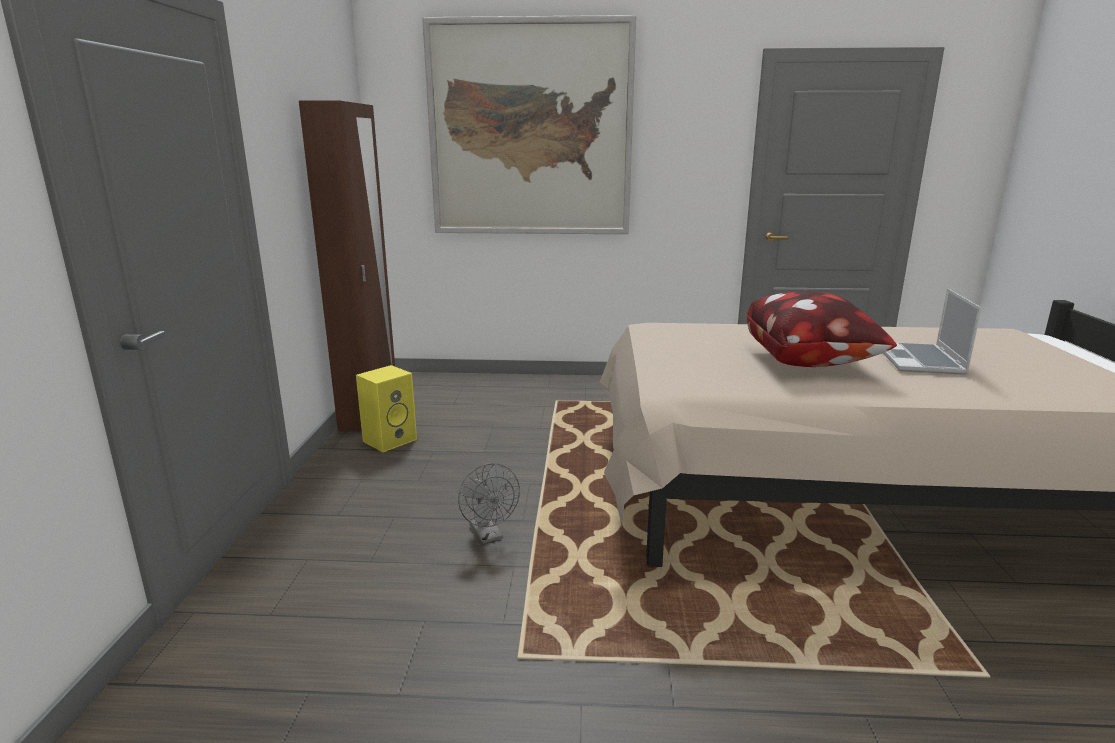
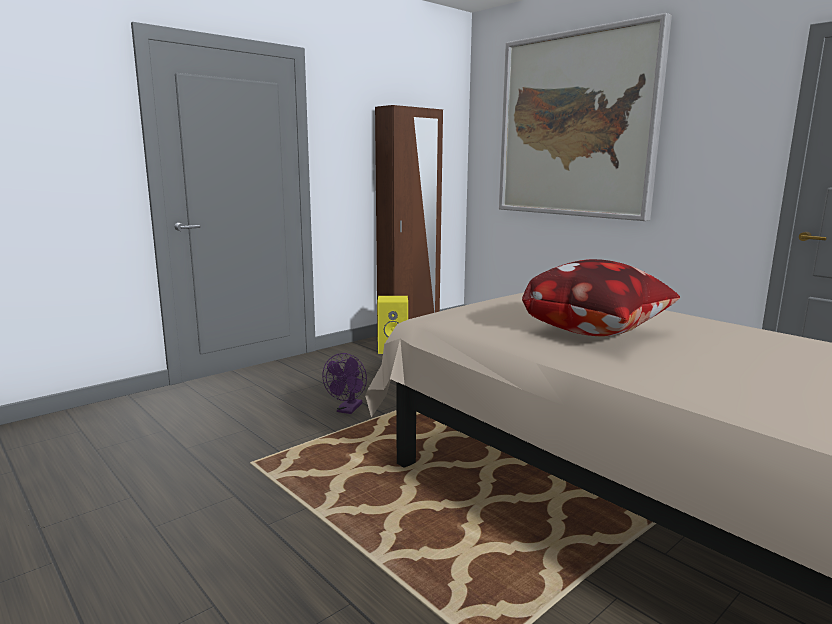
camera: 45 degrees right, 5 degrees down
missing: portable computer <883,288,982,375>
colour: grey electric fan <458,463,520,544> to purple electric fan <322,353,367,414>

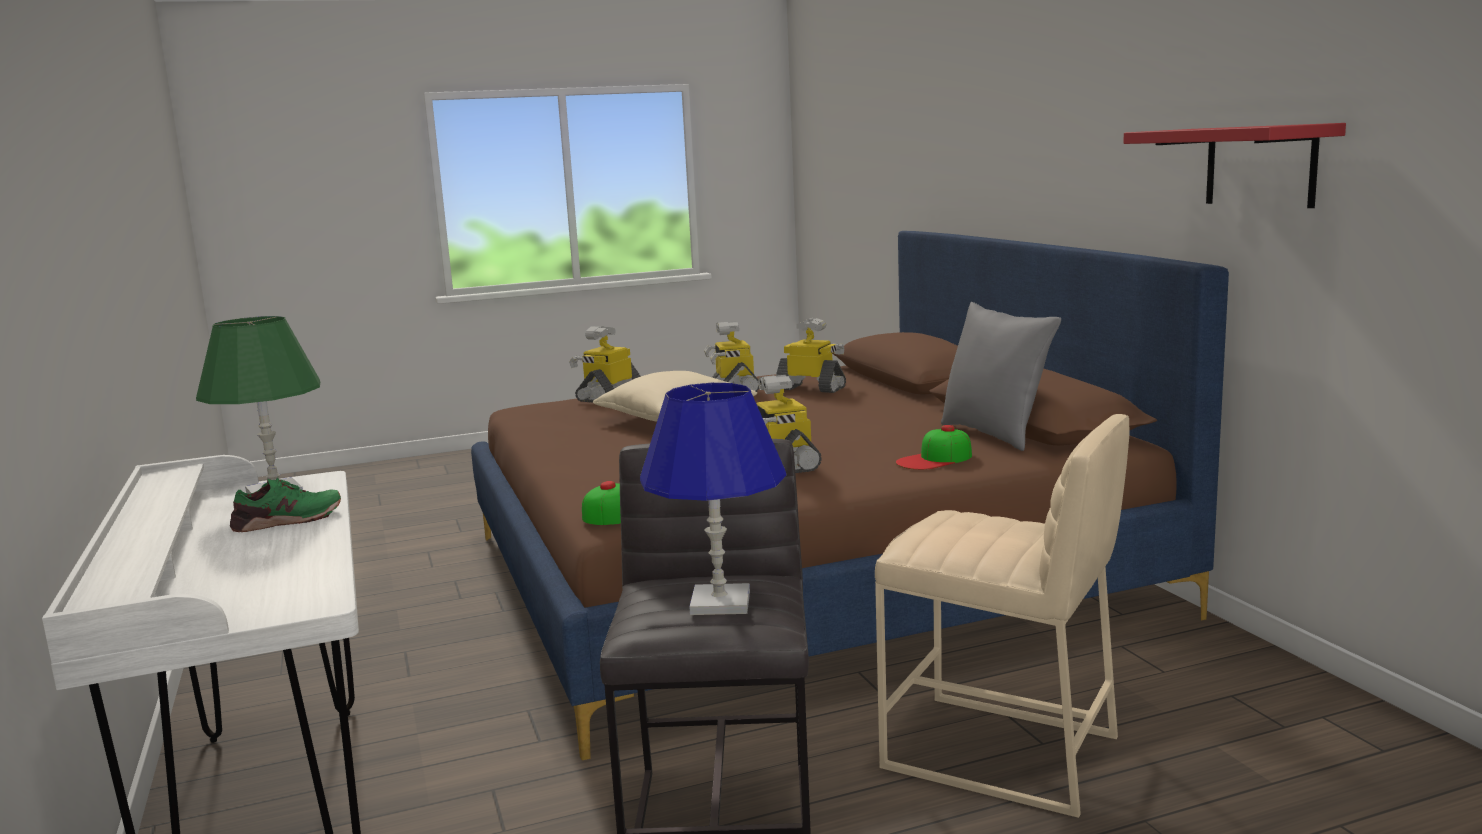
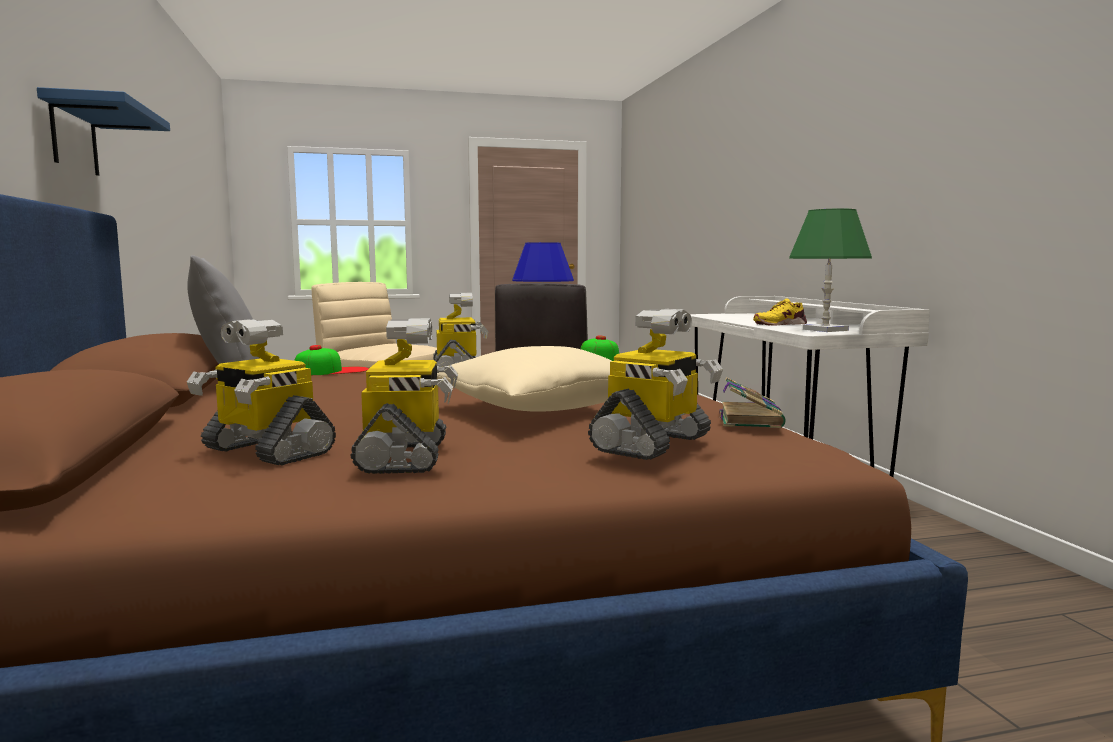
camera: 175 degrees left, 5 degrees down
appeared: book <719,377,786,428>
colour: greenish shoe <230,478,341,532> to yellowish shoe <753,298,807,326>; reddish wall shelf <1123,123,1346,208> to blue wall shelf <37,87,170,176>

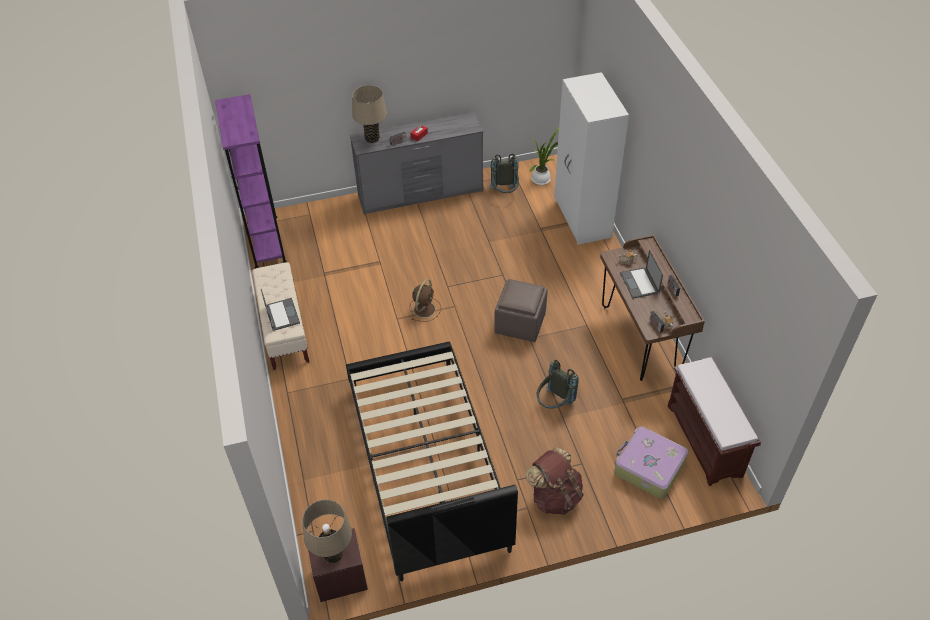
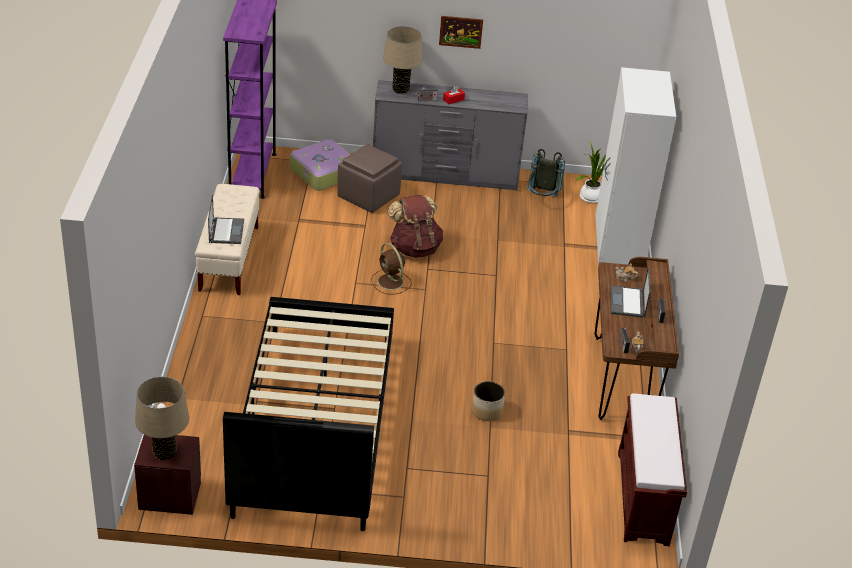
camera: 15 degrees right, 10 degrees down
appeared: picture <439,16,483,49>
relocated: brownish ottoman <494,279,548,342> to <337,144,402,213>; brownish rucksack <526,447,584,515> to <388,195,443,258>; piece of luggage <614,427,688,498> to <290,139,351,191>
exchanged: grey rucksack <537,360,579,408> to flower pot <472,381,505,421>
spun: brownish electric fan <409,279,441,322> = <371,243,412,294> 105 degrees clockwise

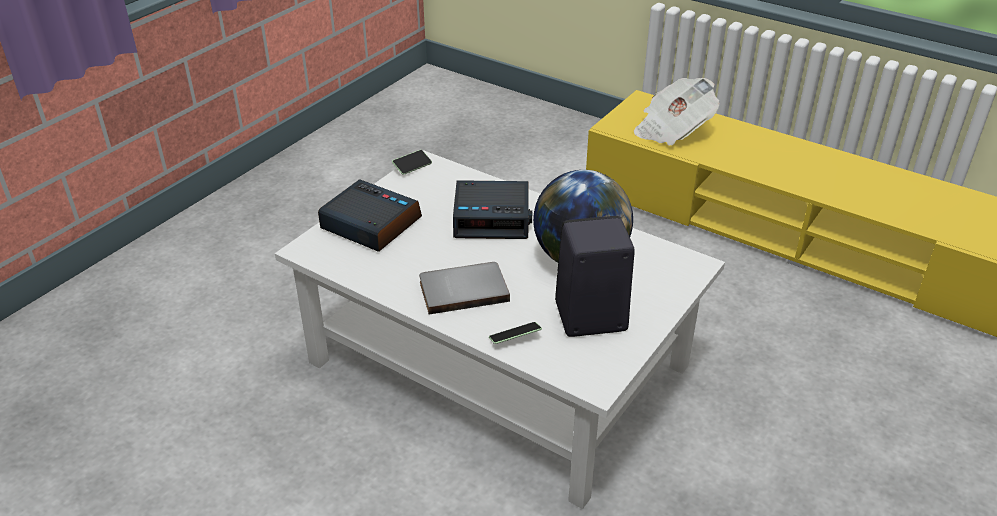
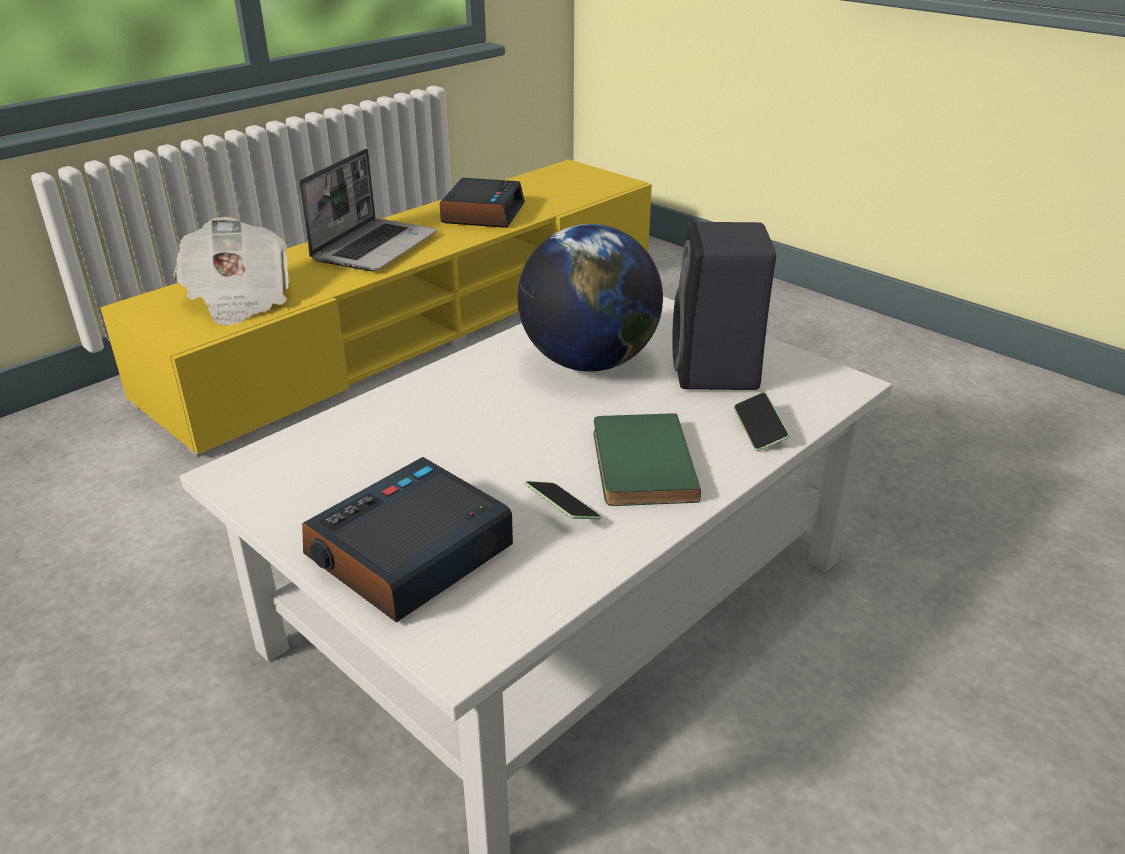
camera: 80 degrees left, 5 degrees down
appeared: portable computer <299,149,437,271>
relocated: telephone <392,150,432,175> to <525,481,601,519>; table clock <453,180,532,239> to <439,178,525,228>
colour: grey book <419,262,510,314> to greenish book <594,413,701,506>

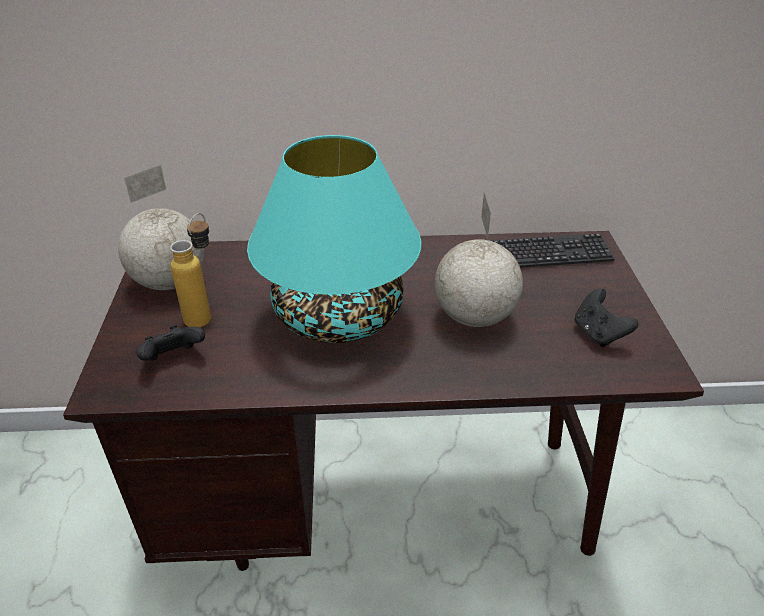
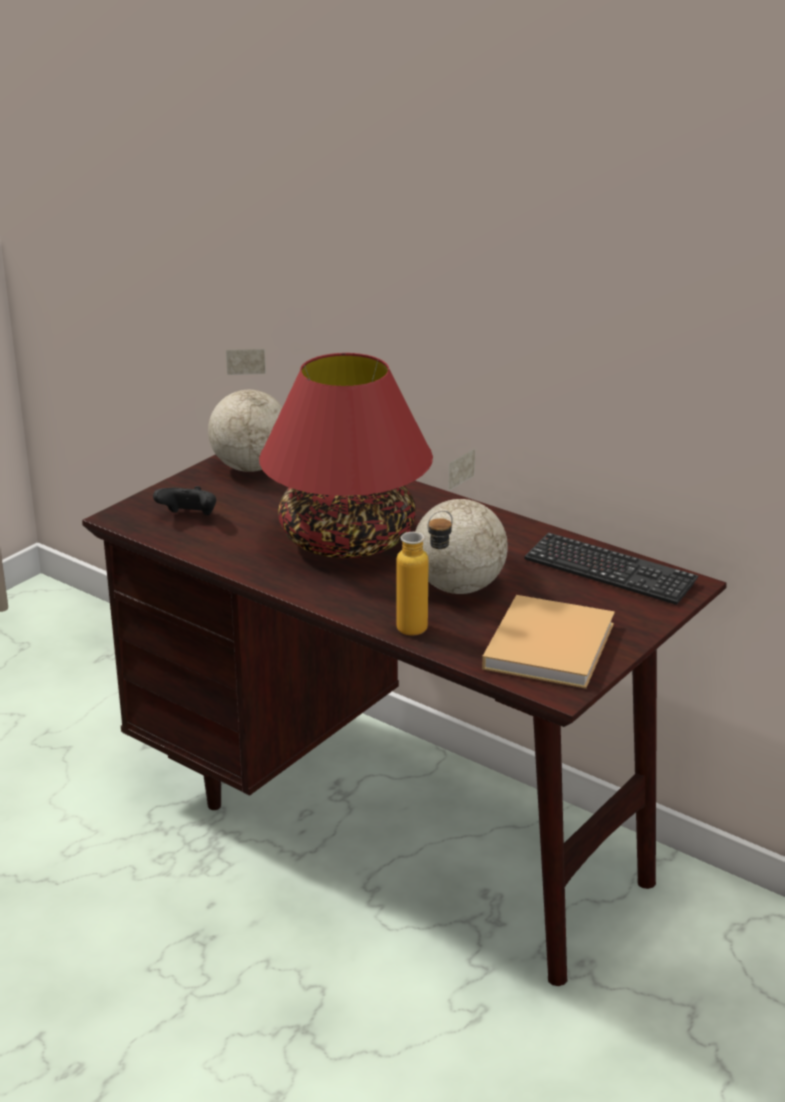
camera: 40 degrees right, 10 degrees down
relocated: drink bottle <170,213,211,328> to <396,510,453,636>
exchanged: black-coloured joypad <574,288,639,347> to beige-coloured book <482,595,615,689>
colour: blue-green table lamp <247,135,421,343> to reddish table lamp <259,353,433,558>

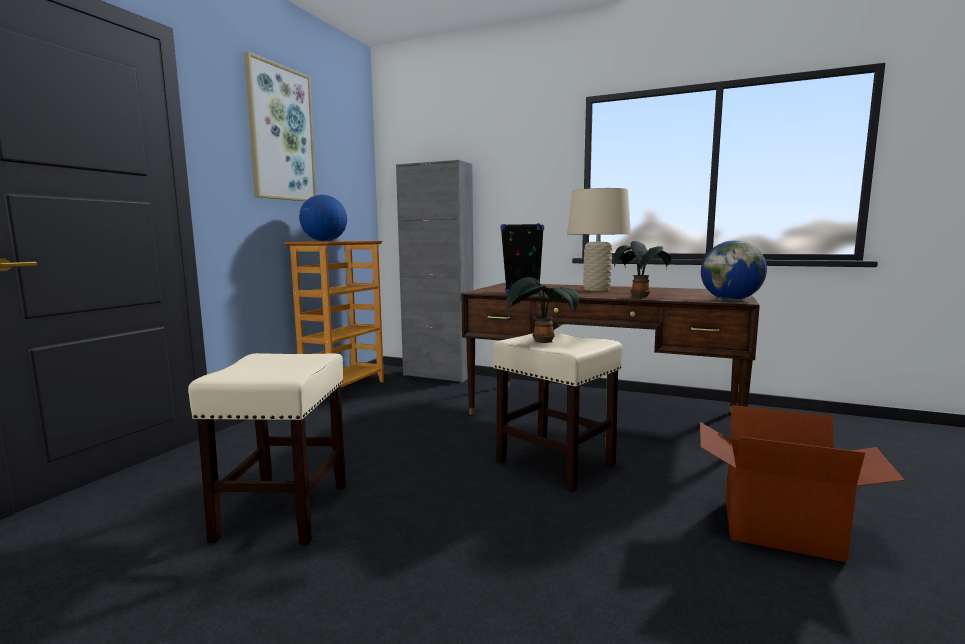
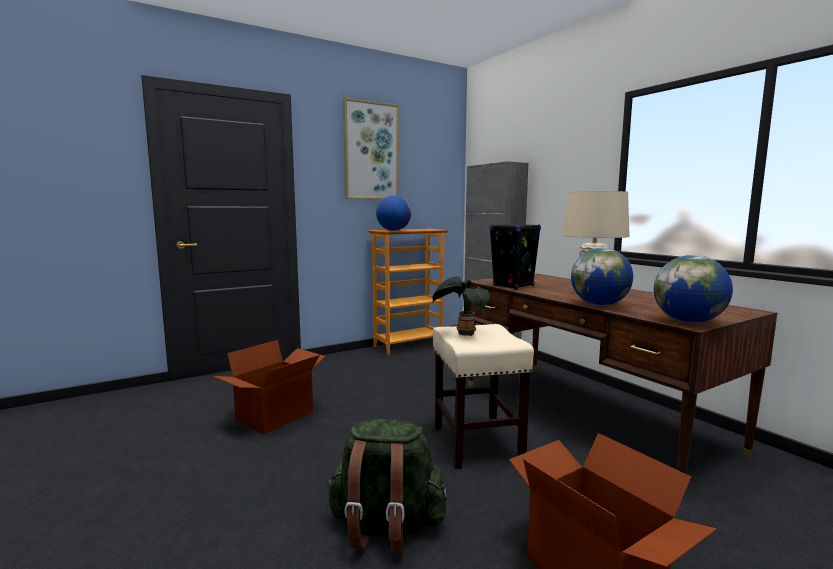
camera: 35 degrees right, 0 degrees up
appeared: greenish rucksack <327,419,447,552>
exchanged: beige-coloured stool <188,353,346,545> to carton <213,340,325,434>; potted plant <614,241,671,297> to desk globe <571,248,633,306>

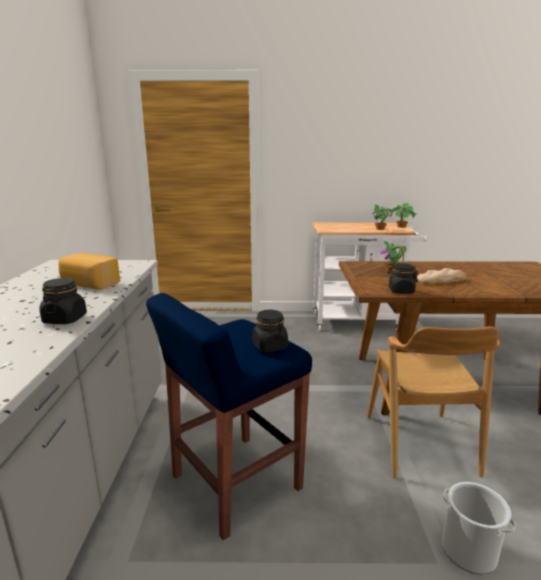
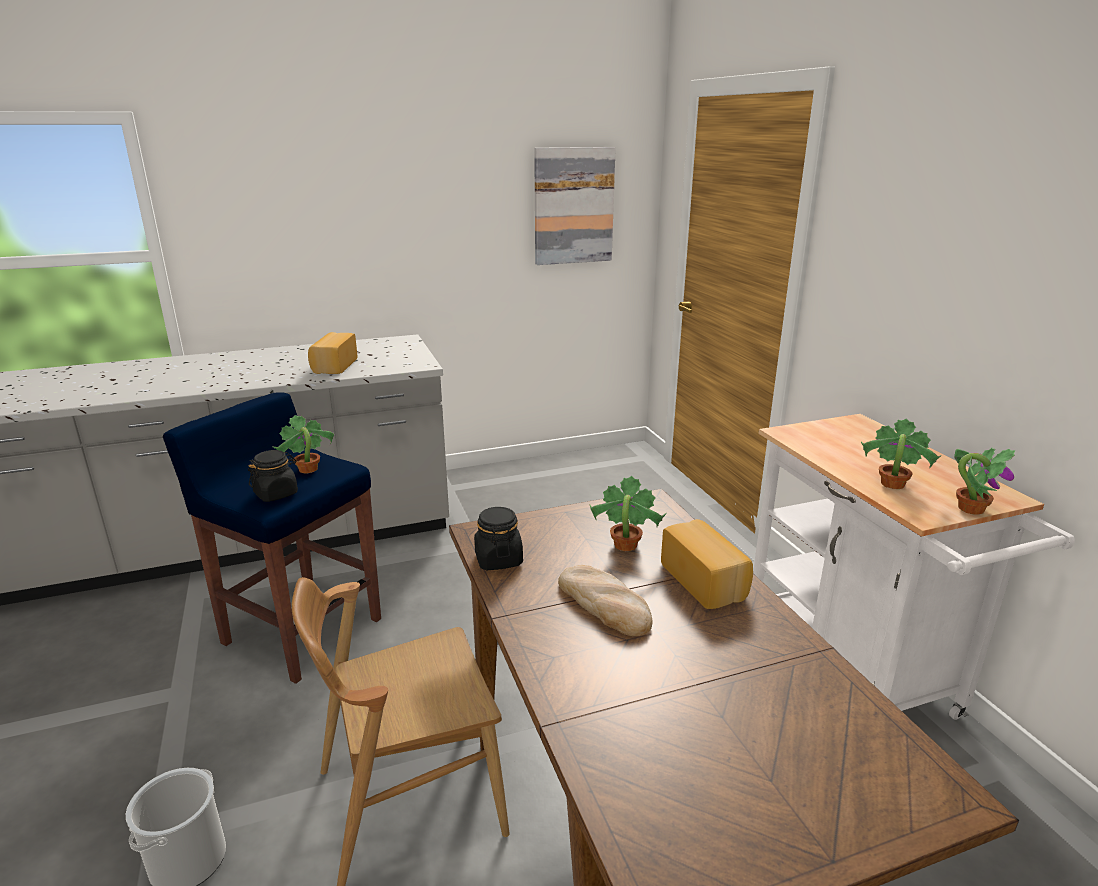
camera: 70 degrees right, 5 degrees up
missing: black-coloured storage jar <39,278,87,324>
appeared: potted plant <273,415,334,474>; picture <534,147,616,265>; bakery bread <661,519,753,609>

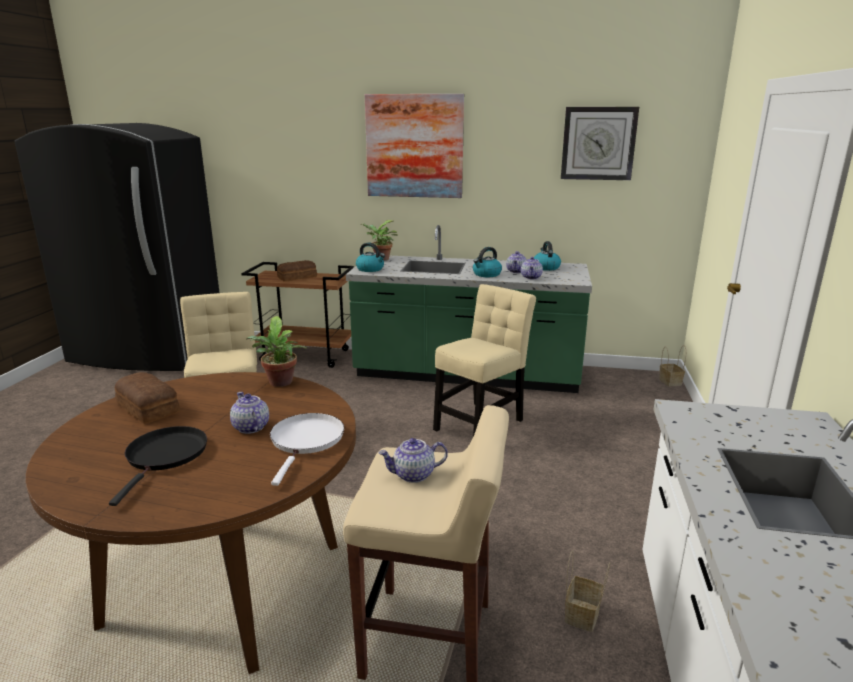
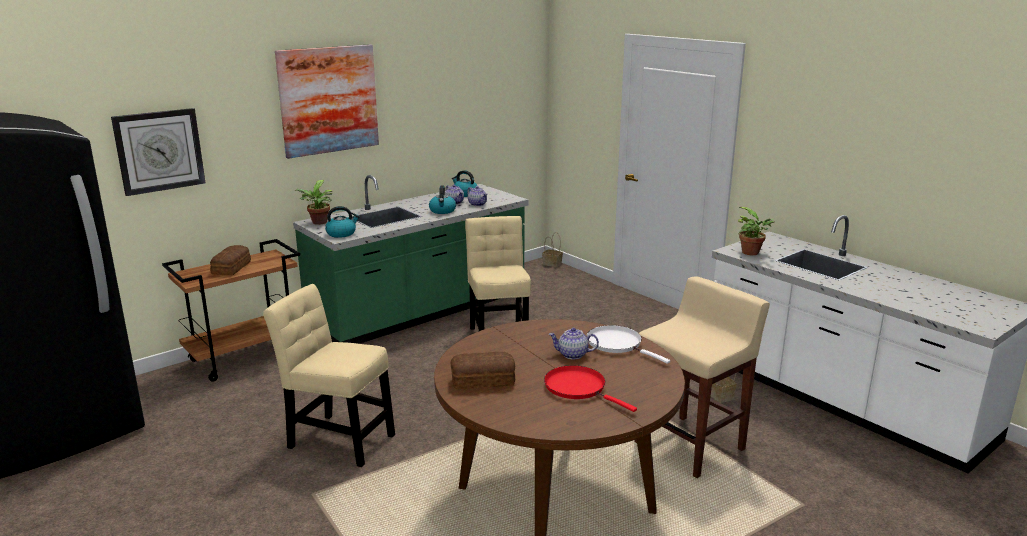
camera: 50 degrees left, 0 degrees up
missing: pot for tea <379,438,448,483>
relocated: potted plant <246,316,306,387> to <738,207,775,255>; hanging clock <561,107,639,180> to <111,108,205,196>
colour: black-coloured skillet <109,426,207,506> to reddish skillet <544,365,637,412>

